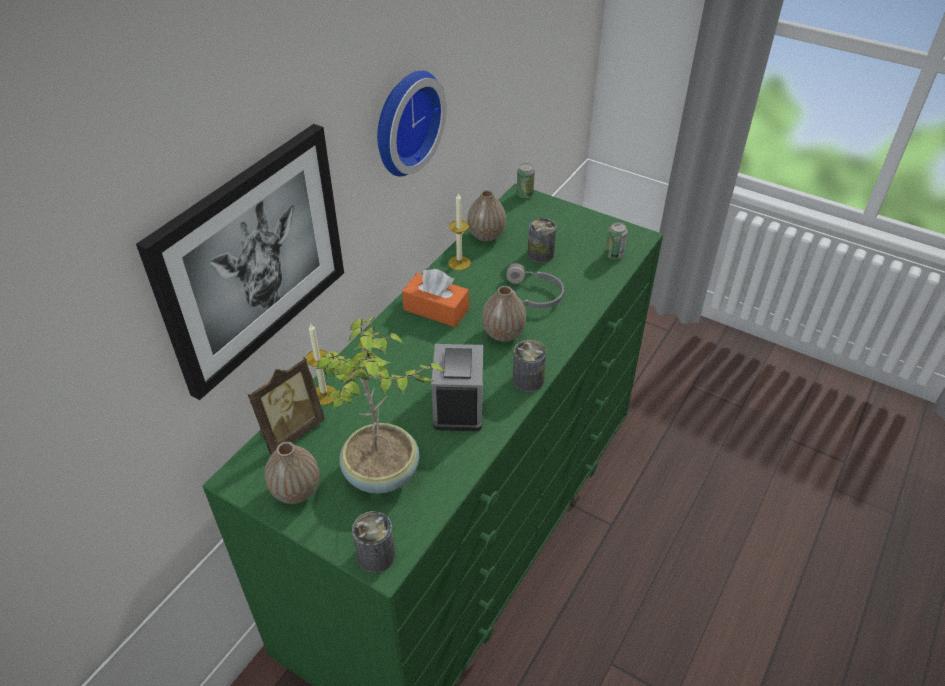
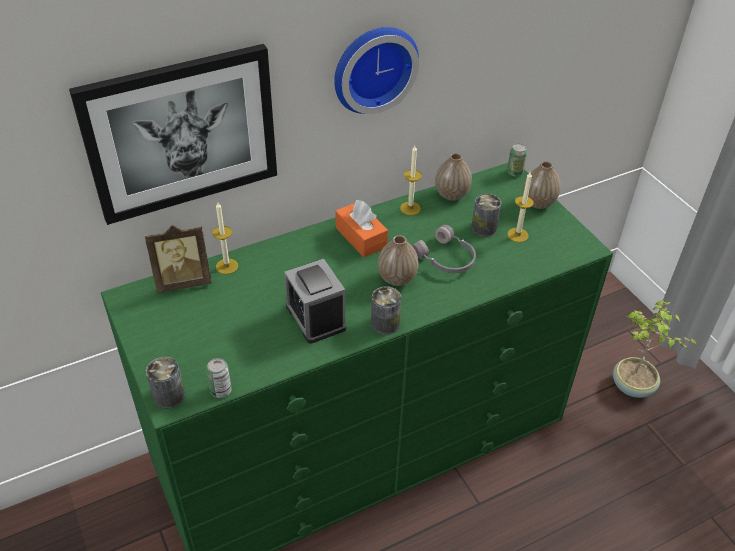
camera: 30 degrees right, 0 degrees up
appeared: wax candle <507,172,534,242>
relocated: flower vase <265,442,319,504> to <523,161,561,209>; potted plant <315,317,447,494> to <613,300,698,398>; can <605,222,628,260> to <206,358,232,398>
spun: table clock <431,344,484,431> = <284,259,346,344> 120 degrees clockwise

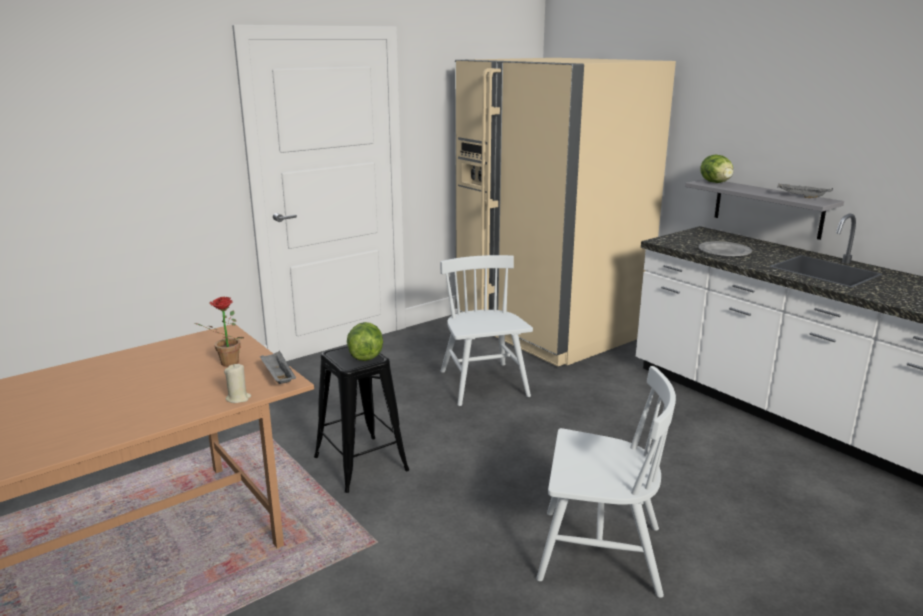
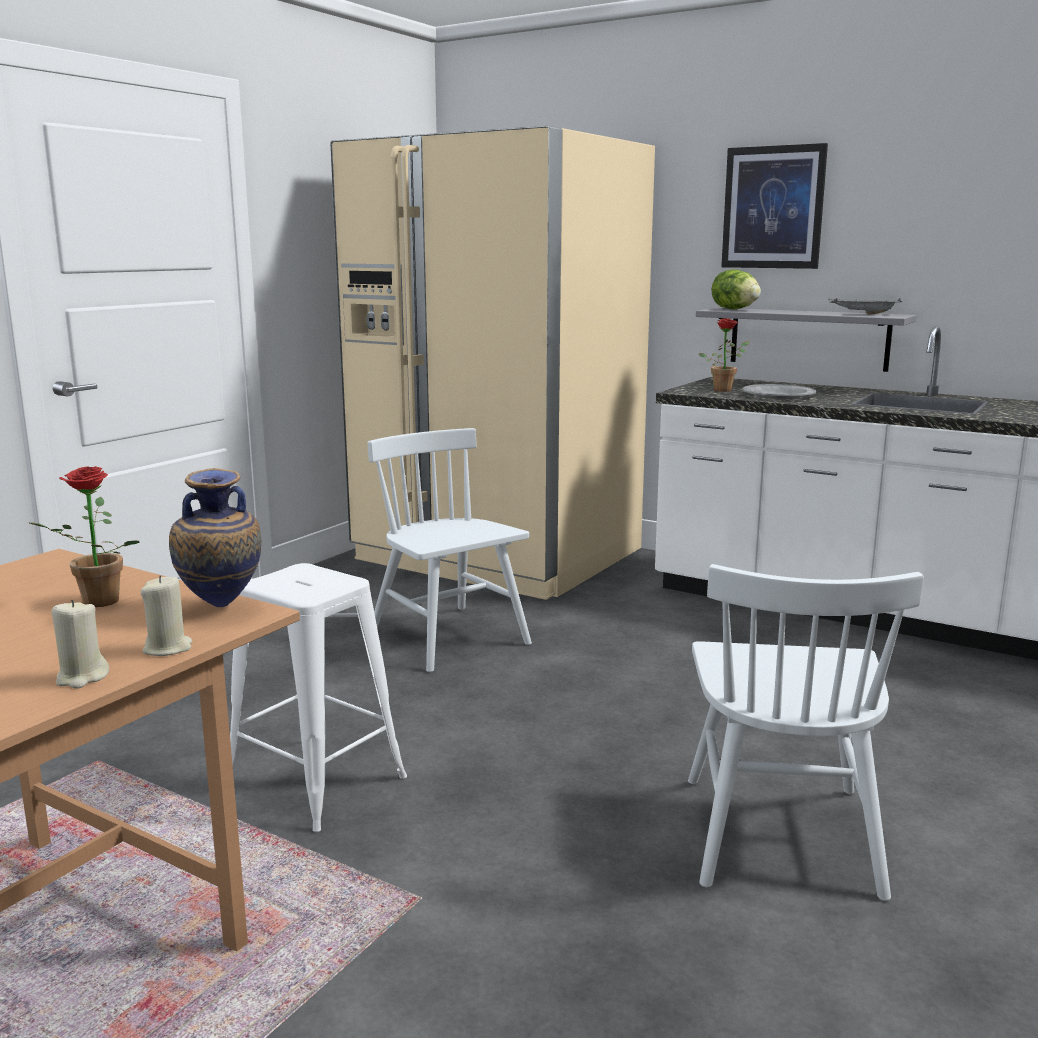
camera: 20 degrees left, 5 degrees down
missing: lettuce head <347,322,383,361>
appeared: beige-coloured wax candle <52,599,109,689>; potted plant <699,318,750,392>; picture <721,143,828,269>
exchanged: grey carrying tray <259,350,296,384> to flower vase <169,468,261,607>
colour: black-coloured stool <314,346,409,493> to white-coloured stool <230,563,407,832>
spun: white-coloured upright chair <536,366,676,598> = <688,564,924,901> 105 degrees clockwise

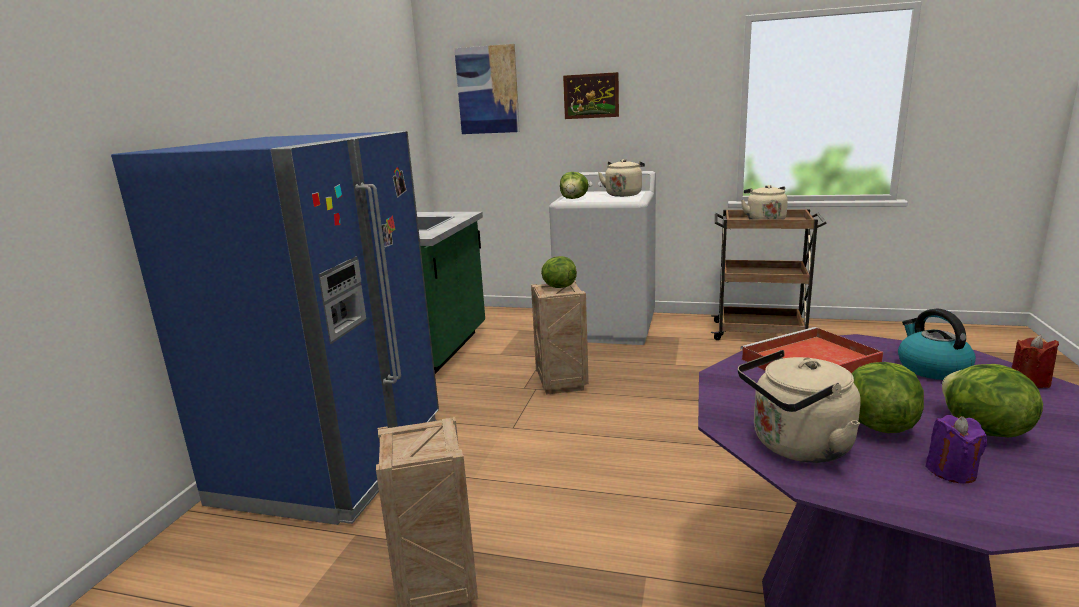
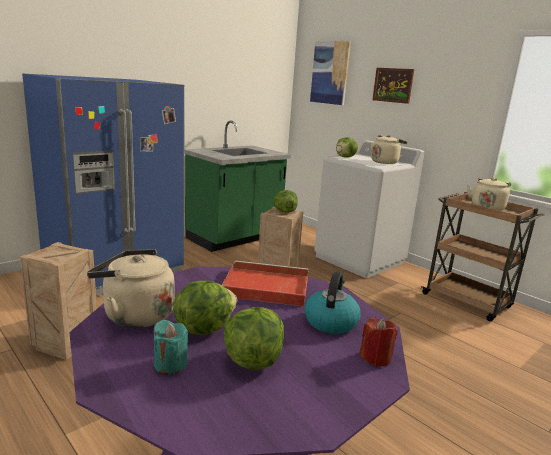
camera: 30 degrees right, 0 degrees up
colour: purple wax candle <925,415,987,483> to blue-green wax candle <154,320,188,375>

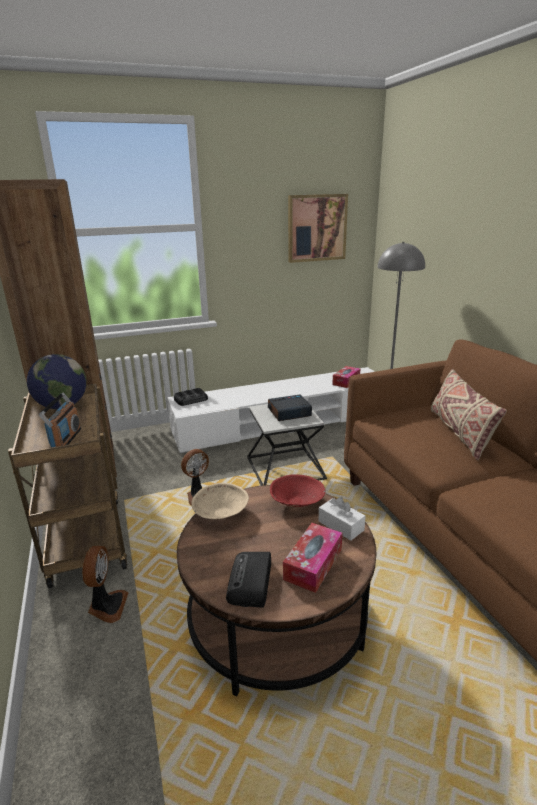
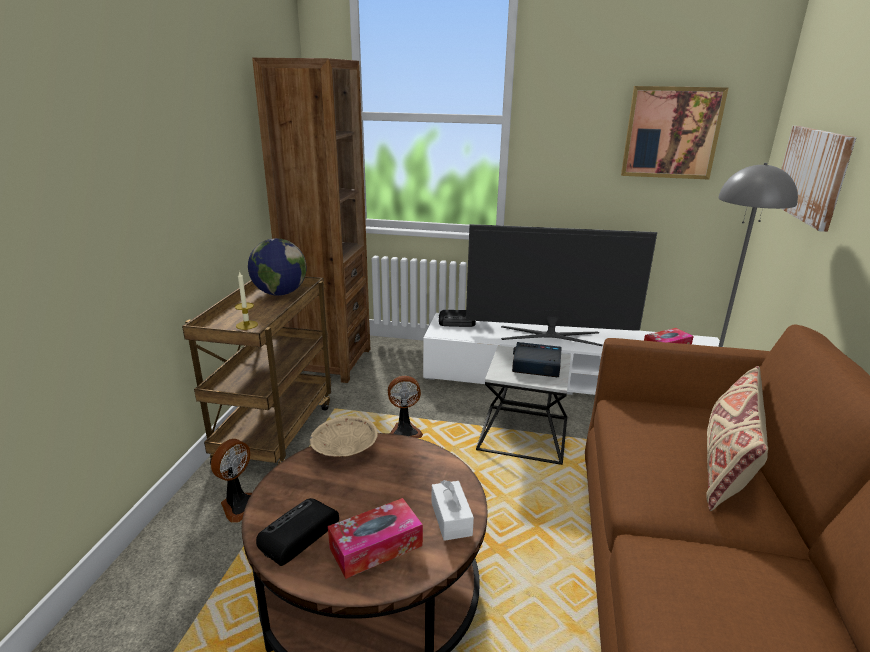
camera: 30 degrees right, 0 degrees up
missing: reddish deep dish <270,474,326,507>
appeared: television <466,224,657,346>; picture <781,126,856,232>
exchanged: radio set <39,393,81,447> to wax candle <235,271,258,330>

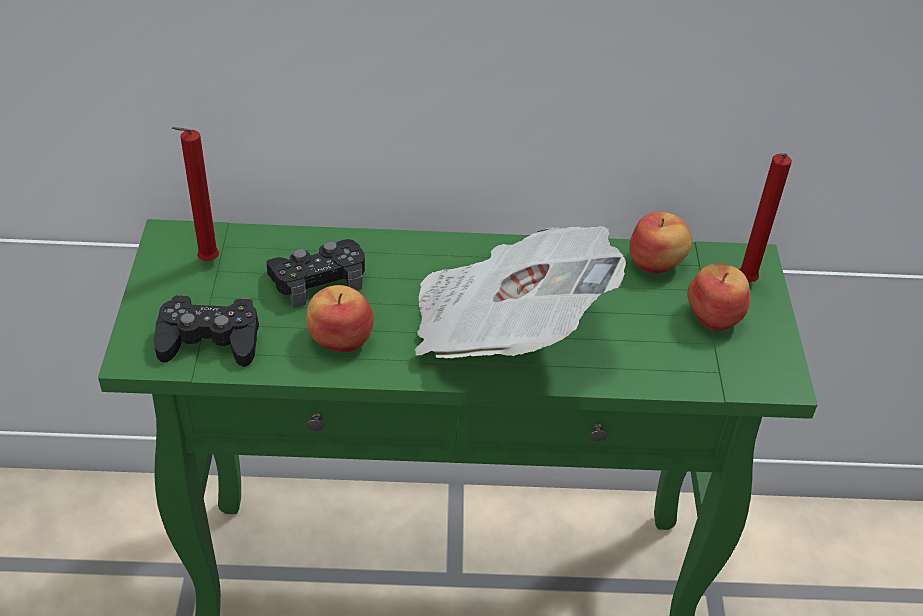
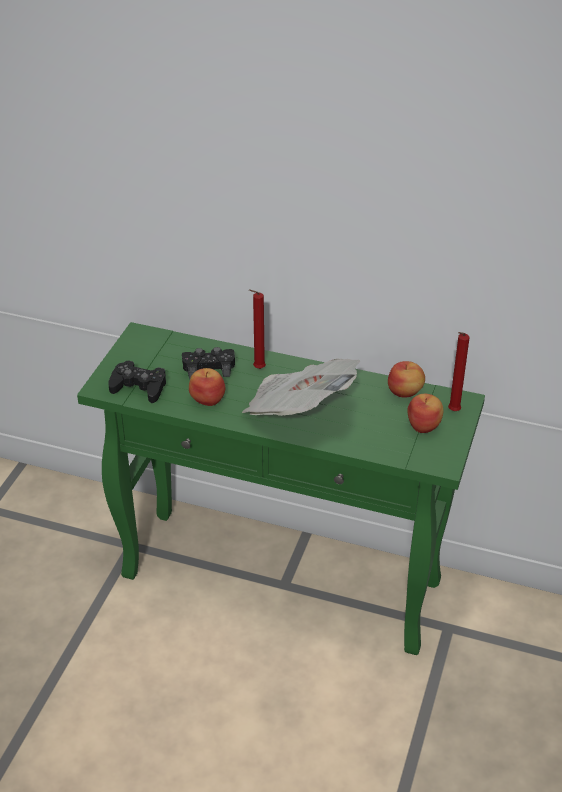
camera: 20 degrees right, 5 degrees down
relocated: reddish wax candle <172,127,219,261> to <249,290,266,369>

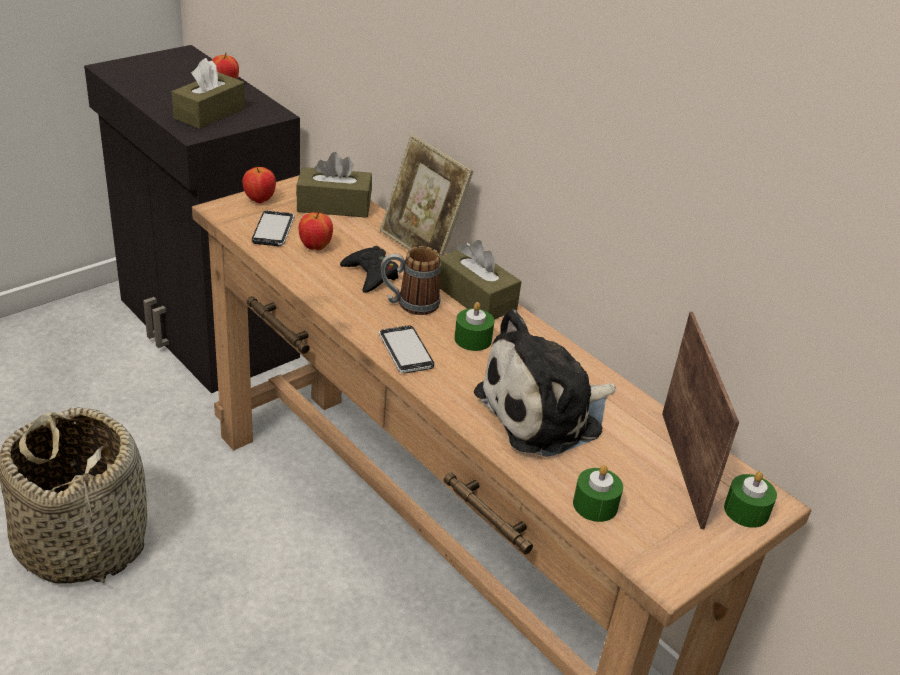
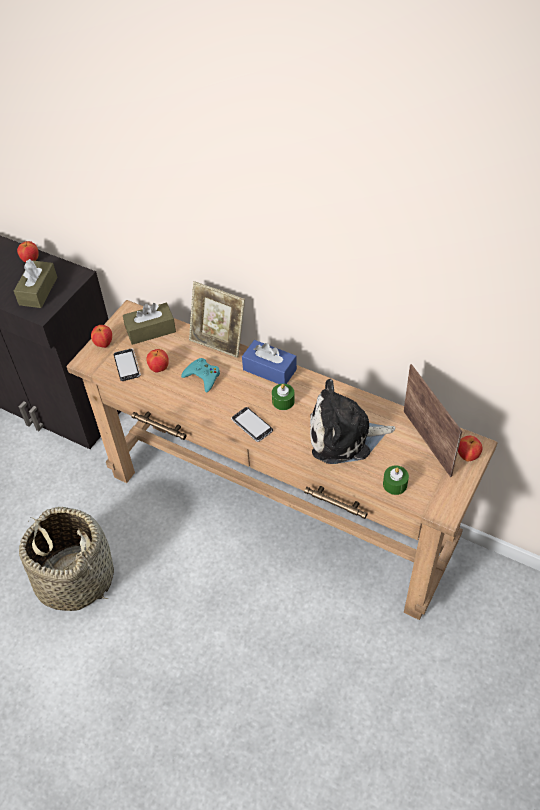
camera: 15 degrees left, 15 degrees up
missing: tea mug <381,246,441,315>
exchanged: greenish wax candle <724,471,777,528> to apple <458,436,482,461>
colour: black-coloured joypad <340,246,399,293> to blue-green joypad <181,358,220,393>; brownish tissue holder <440,240,521,320> to blue tissue holder <242,340,297,384>
spun: plush toy <474,310,616,457> = <310,379,395,464> 45 degrees clockwise

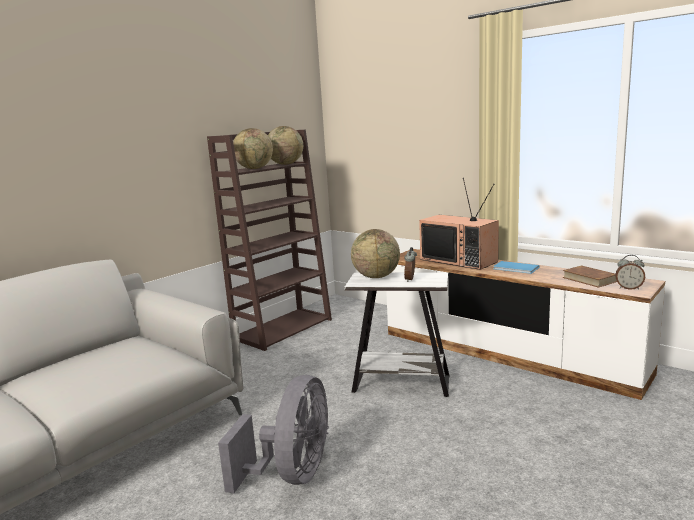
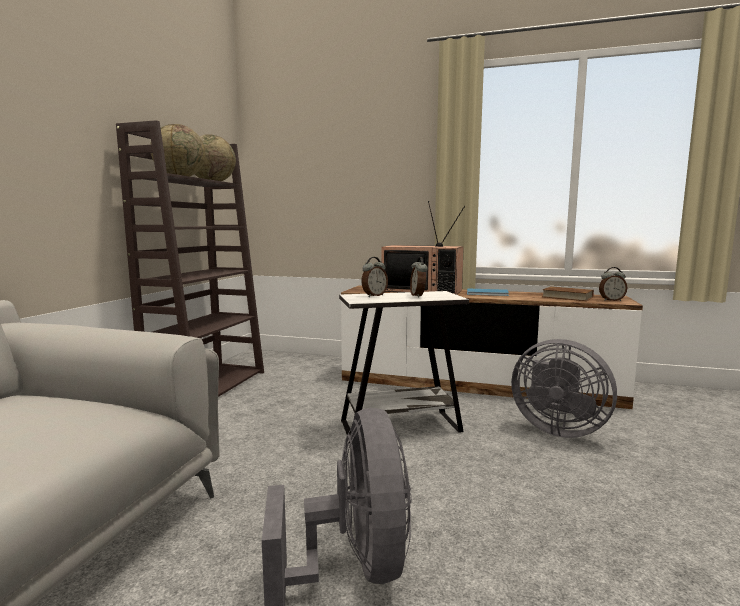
camera: 25 degrees left, 5 degrees down
appeared: grey electric fan <511,339,617,438>
exchanged: desk globe <351,229,400,278> to table clock <361,257,388,297>

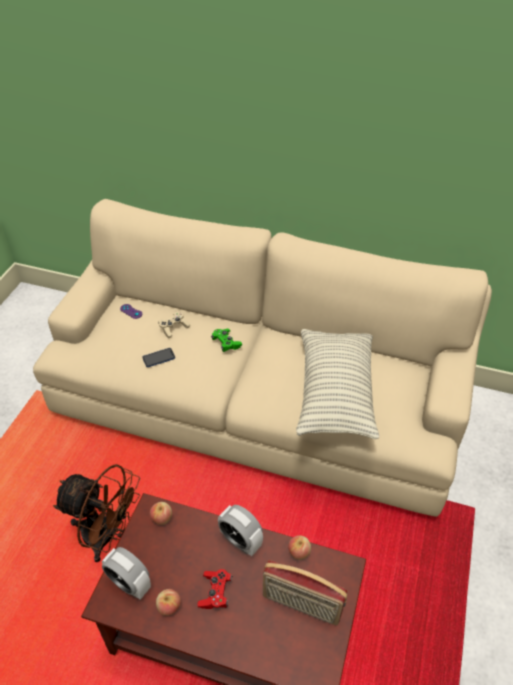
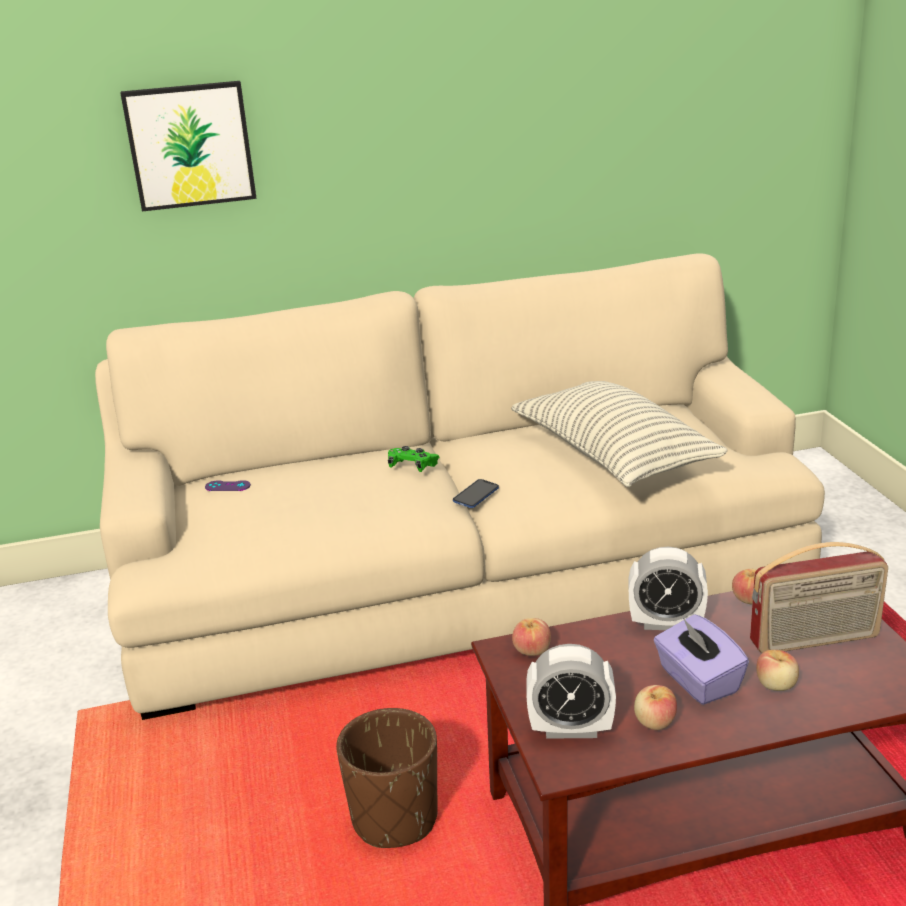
camera: 30 degrees left, 20 degrees down
missing: beige-coloured joypad <158,311,190,338>
appeared: picture <120,81,257,211>; apple <756,650,799,691>
relocated: telephone <142,348,175,367> to <453,479,499,508>
exchanged: brownish electric fan <53,464,140,562> to brownish flower pot <336,708,438,848>; reddish joypad <197,569,232,609> to purple tissue holder <654,614,749,705>

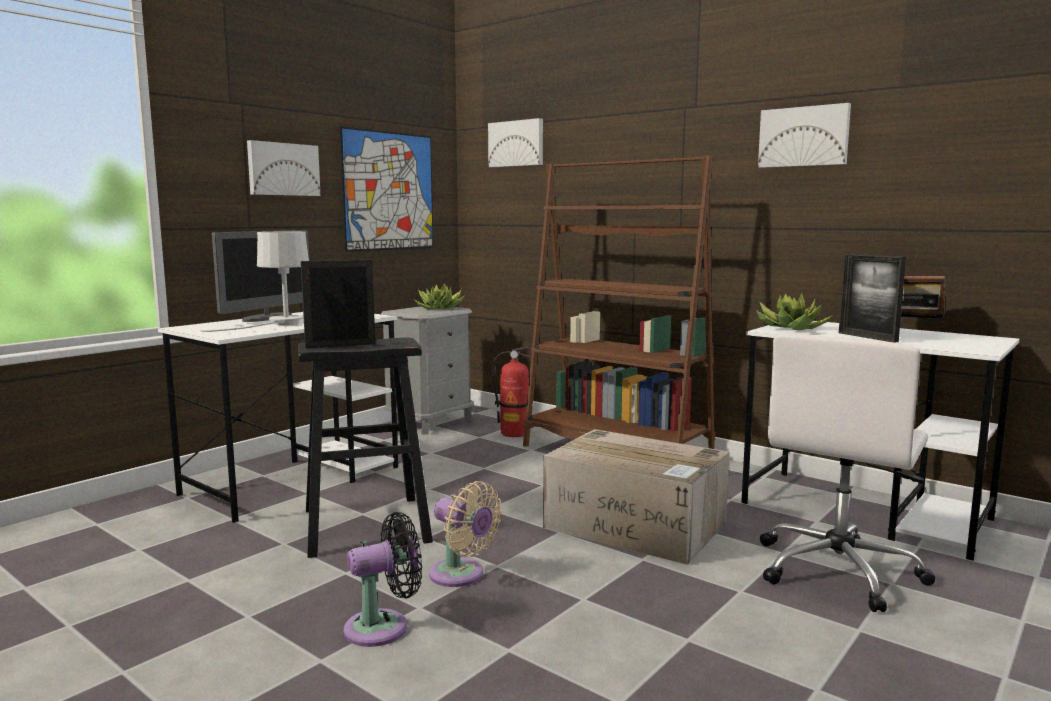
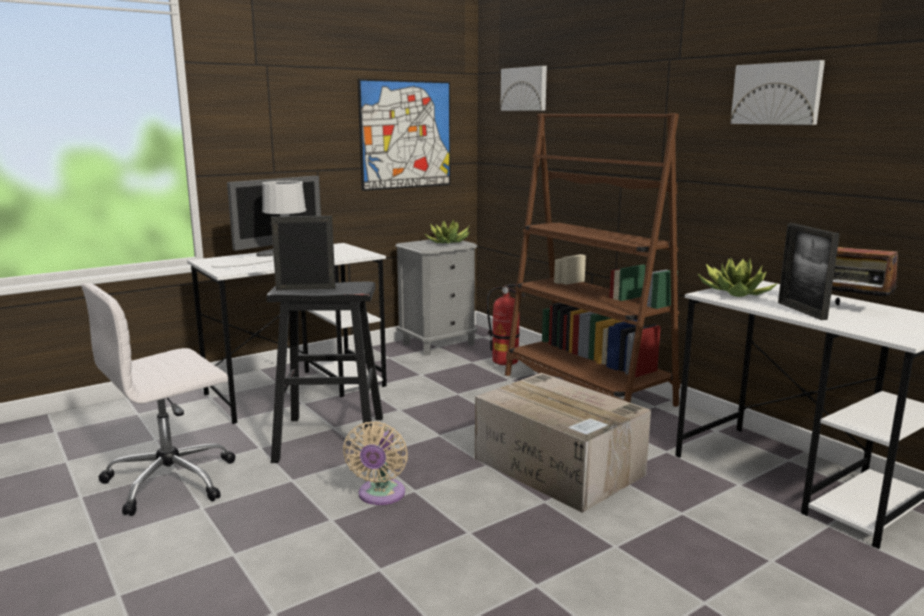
camera: 15 degrees right, 5 degrees up
missing: picture <247,140,321,196>; black-coloured electric fan <344,512,422,647>
relocated: white-coloured computer chair <760,334,936,612> to <81,283,235,516>
spun: beige-coloured electric fan <429,481,502,587> = <343,421,408,505> 45 degrees clockwise

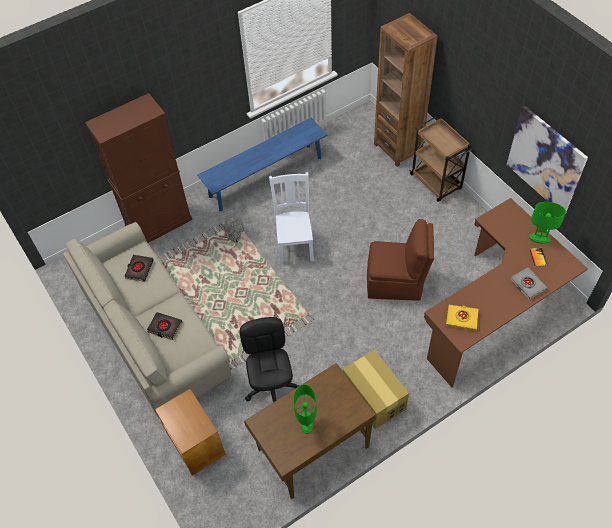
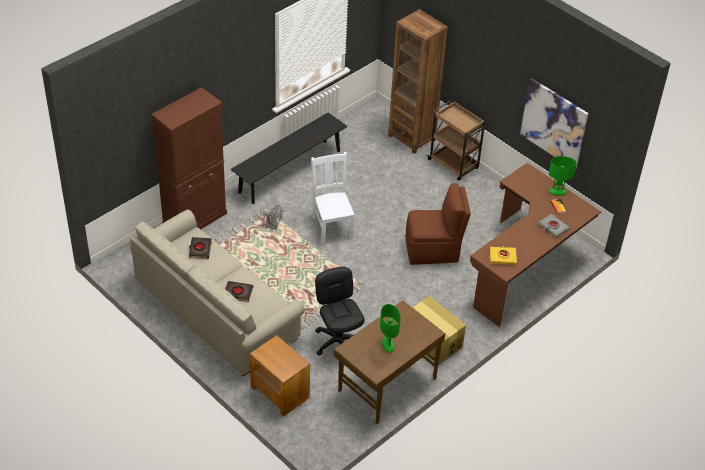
camera: 15 degrees left, 10 degrees down
colour: blue long seat <197,118,328,211> to black-coloured long seat <231,113,347,204>

